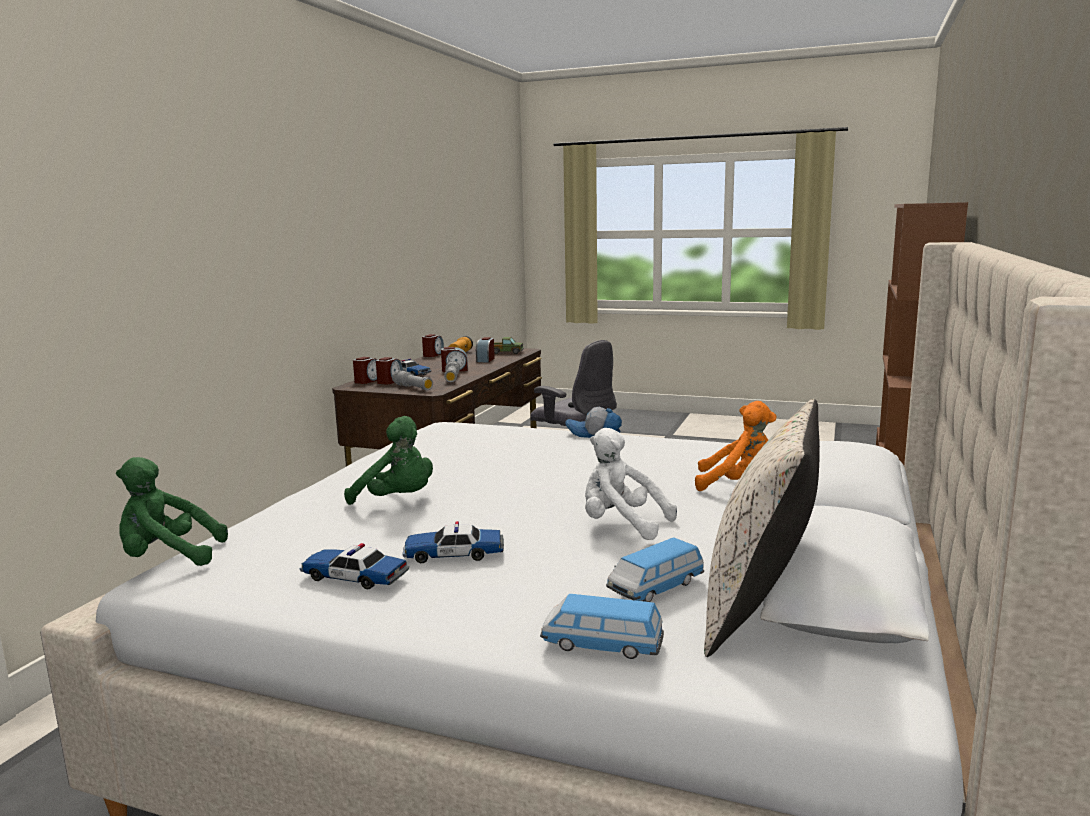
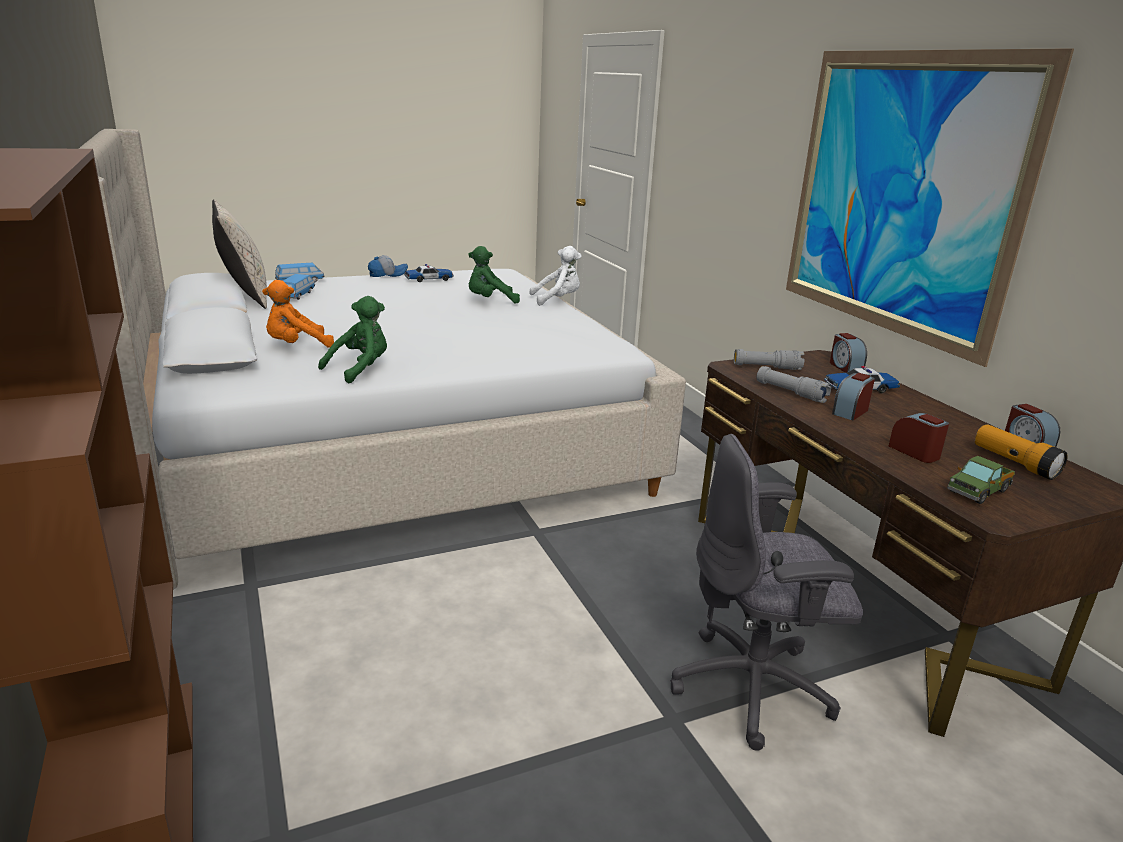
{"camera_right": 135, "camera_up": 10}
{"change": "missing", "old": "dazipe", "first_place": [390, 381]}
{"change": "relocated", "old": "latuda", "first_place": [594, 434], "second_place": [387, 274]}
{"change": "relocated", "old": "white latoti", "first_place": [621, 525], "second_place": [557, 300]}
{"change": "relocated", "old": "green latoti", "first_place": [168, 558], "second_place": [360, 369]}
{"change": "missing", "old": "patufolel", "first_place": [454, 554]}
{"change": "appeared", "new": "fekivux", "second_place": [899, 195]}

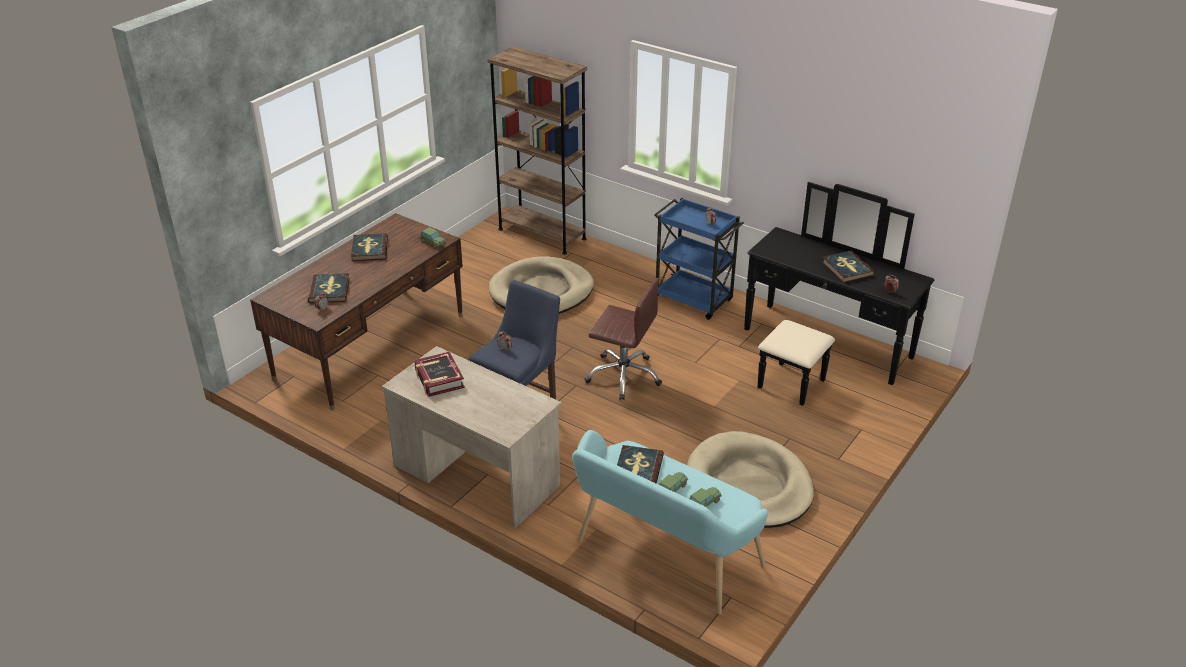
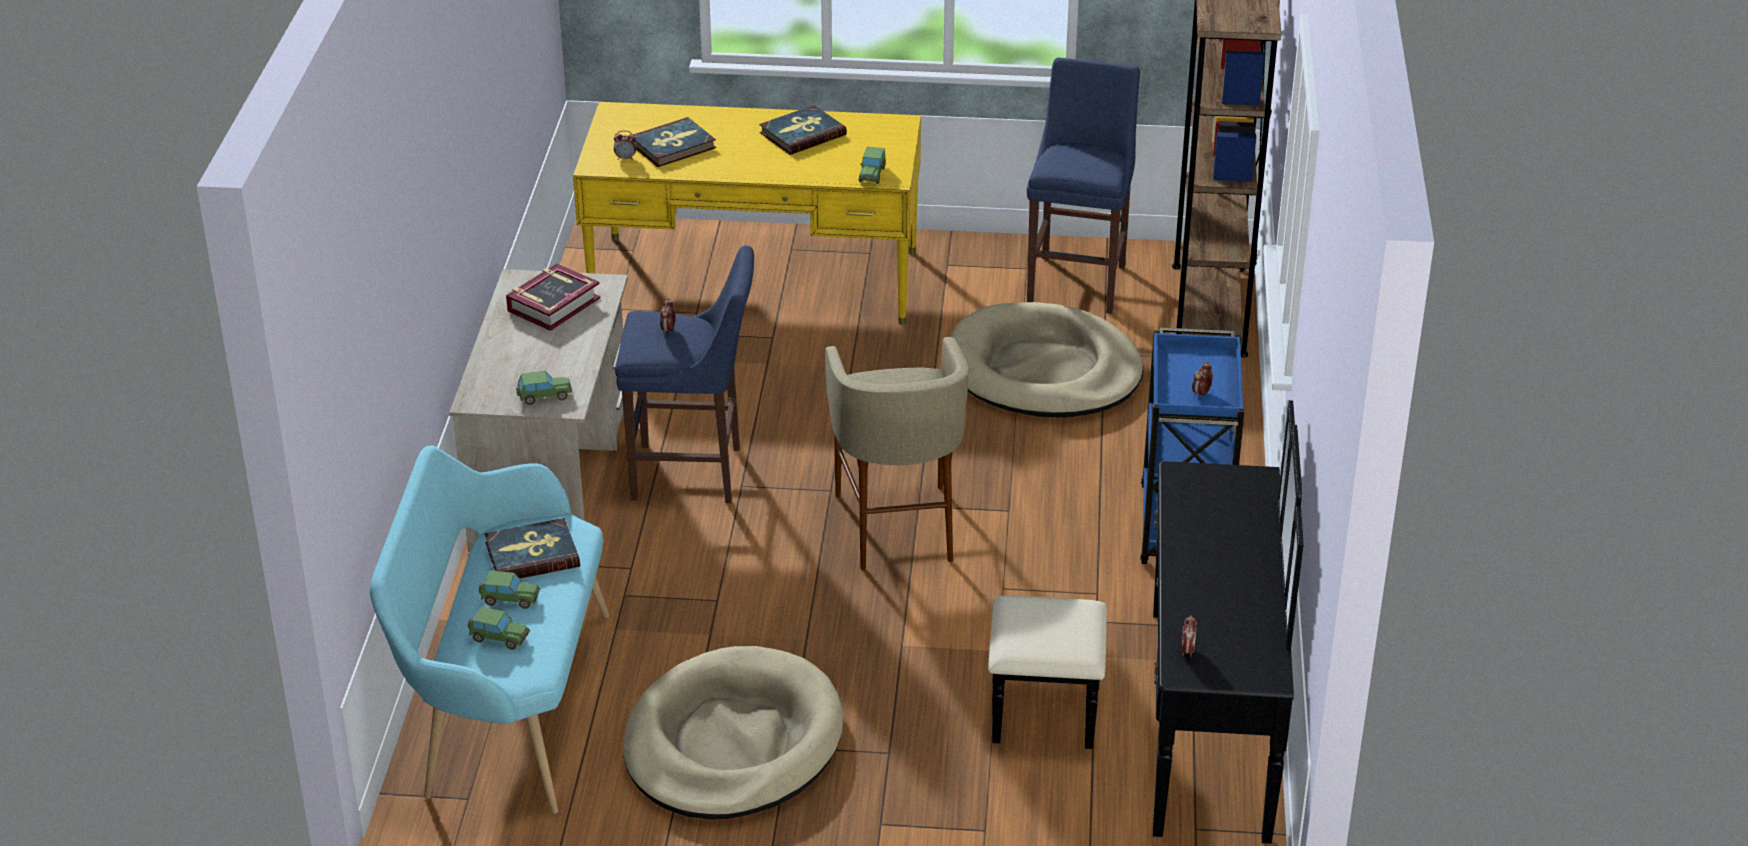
{"camera_right": 60, "camera_up": 0}
{"change": "colour", "old": "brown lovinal", "new": "yellow lovinal", "first_place": [370, 346], "second_place": [755, 279]}
{"change": "missing", "old": "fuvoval", "first_place": [847, 269]}
{"change": "exchanged", "old": "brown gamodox", "new": "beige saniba", "first_place": [624, 376], "second_place": [897, 528]}
{"change": "appeared", "new": "blue saniba", "second_place": [1078, 281]}
{"change": "appeared", "new": "patufolel", "second_place": [544, 396]}

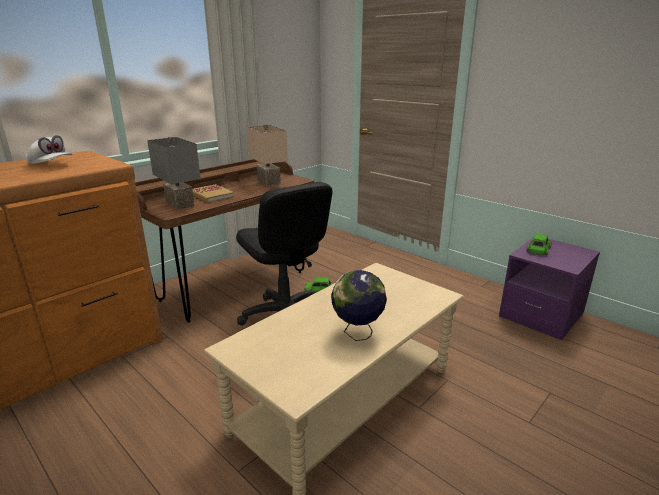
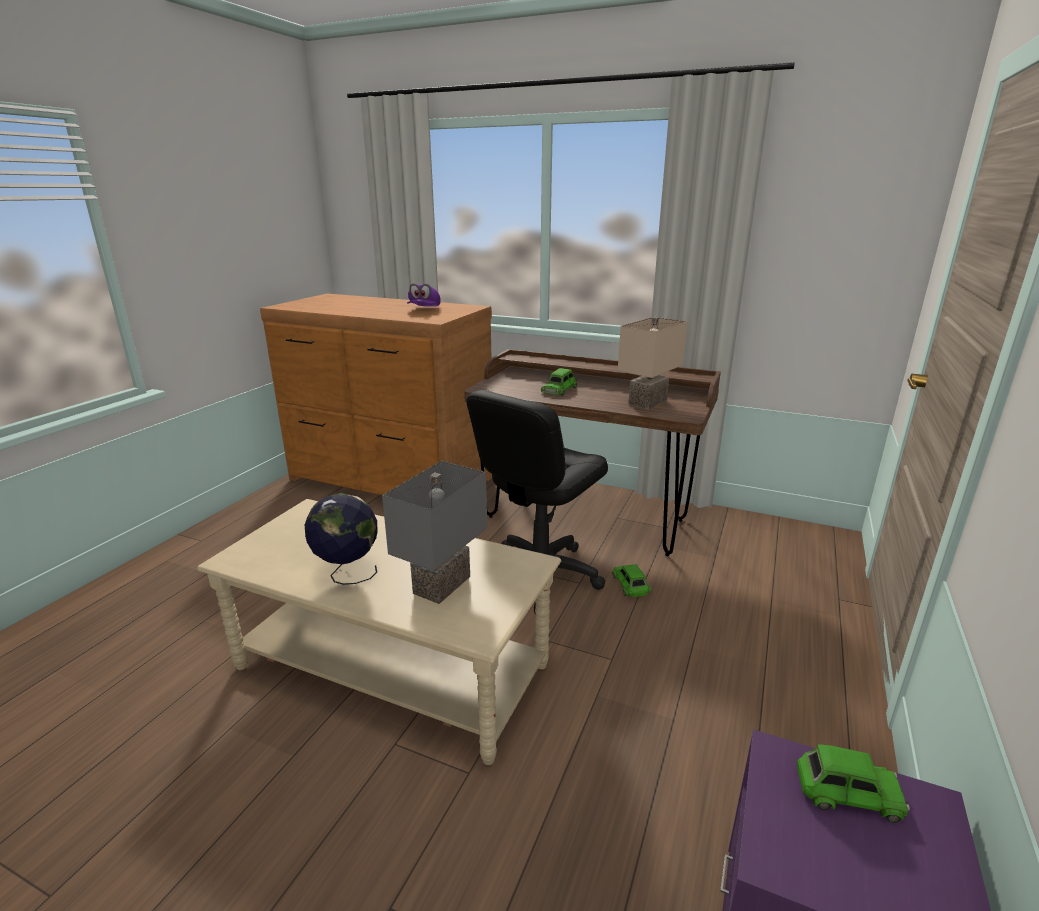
{"camera_right": 70, "camera_up": 0}
{"change": "colour", "old": "white latuda", "new": "purple latuda", "first_place": [51, 164], "second_place": [424, 309]}
{"change": "relocated", "old": "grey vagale", "first_place": [181, 204], "second_place": [444, 586]}
{"change": "exchanged", "old": "fuvoval", "new": "green patufolel", "first_place": [212, 195], "second_place": [559, 390]}

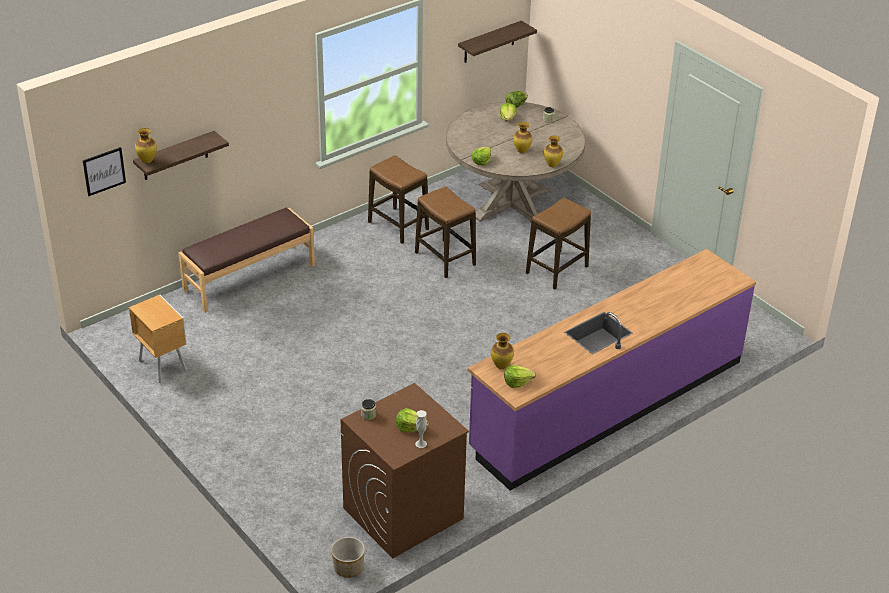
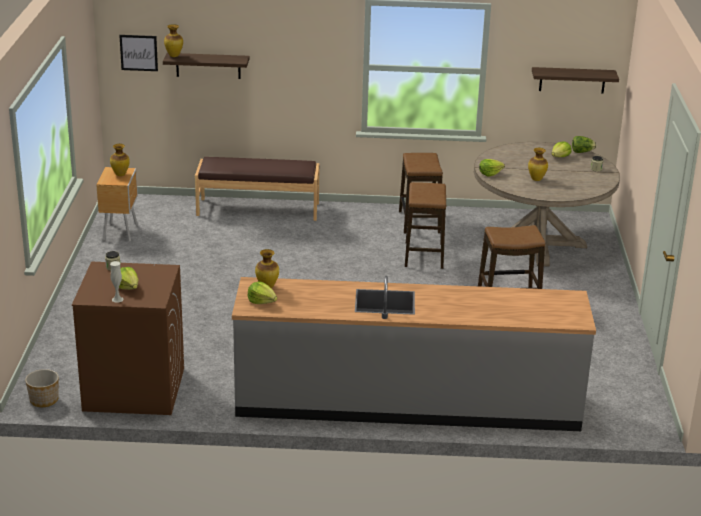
{"camera_right": 40, "camera_up": -10}
{"change": "relocated", "old": "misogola", "first_place": [552, 165], "second_place": [120, 174]}
{"change": "colour", "old": "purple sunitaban", "new": "grey sunitaban", "first_place": [608, 405], "second_place": [407, 402]}

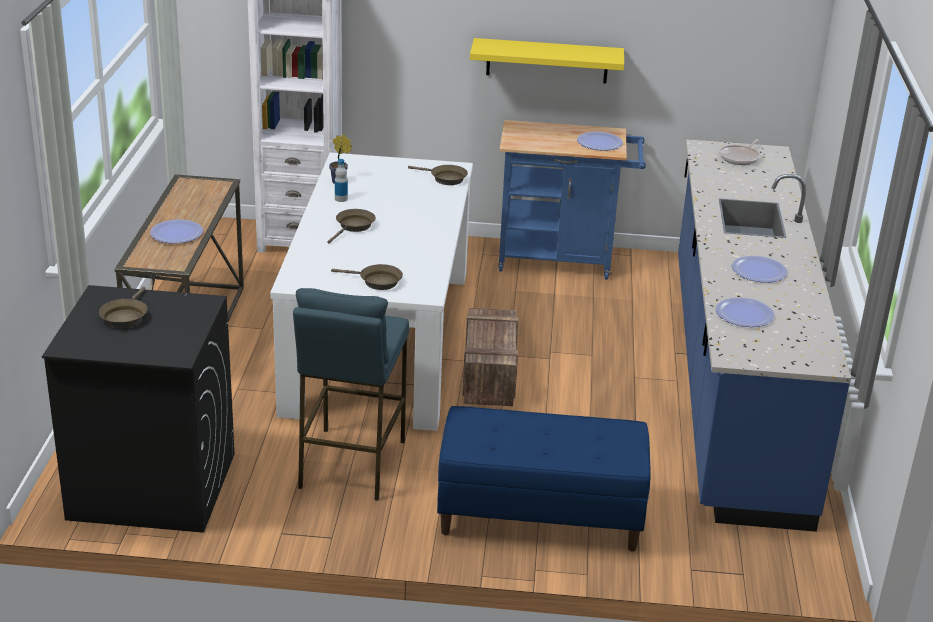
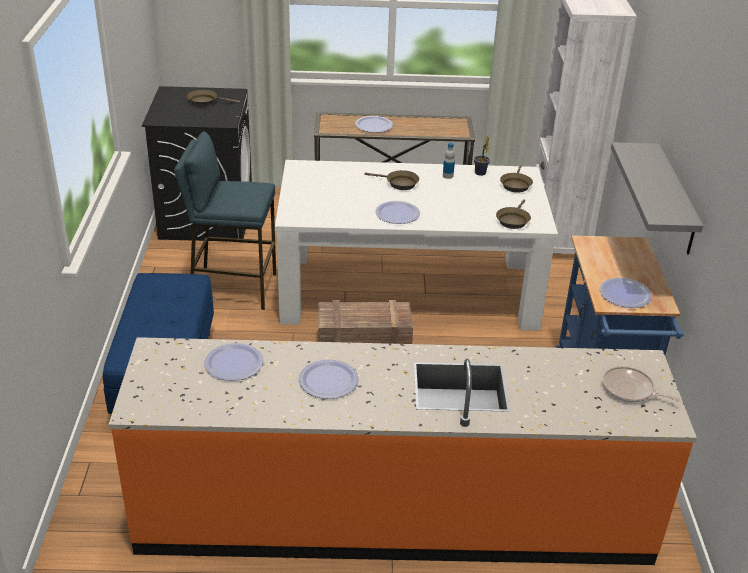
{"camera_right": 85, "camera_up": 5}
{"change": "colour", "old": "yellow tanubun", "new": "grey tanubun", "first_place": [547, 61], "second_place": [675, 200]}
{"change": "colour", "old": "blue sunitaban", "new": "orange sunitaban", "first_place": [733, 381], "second_place": [394, 513]}
{"change": "relocated", "old": "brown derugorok", "first_place": [377, 281], "second_place": [515, 185]}
{"change": "appeared", "new": "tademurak", "second_place": [397, 213]}

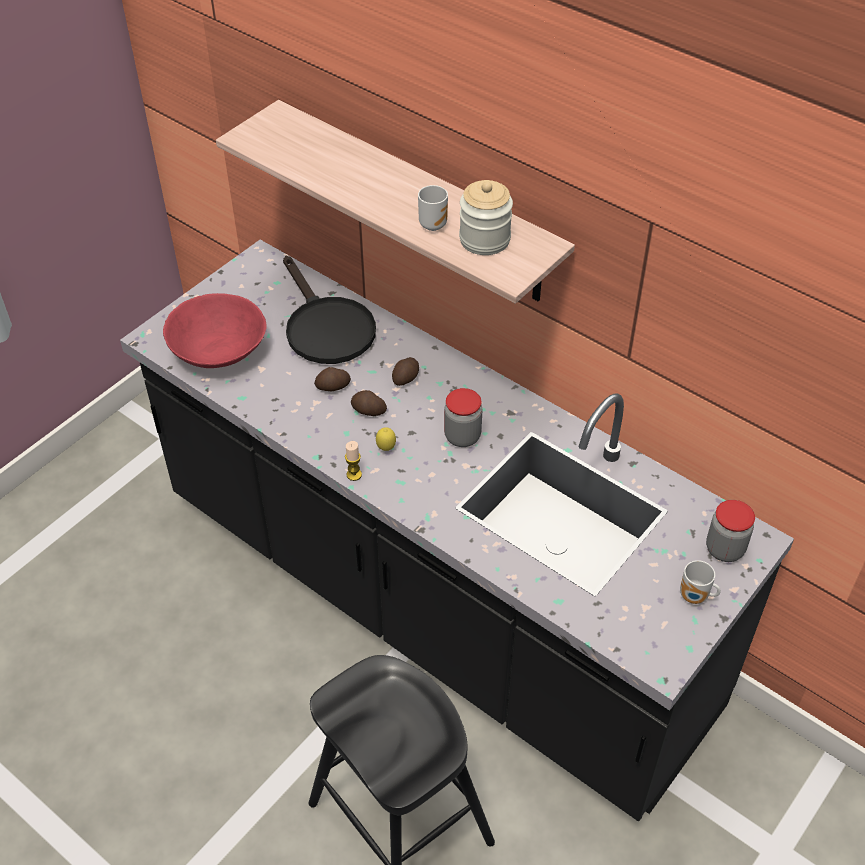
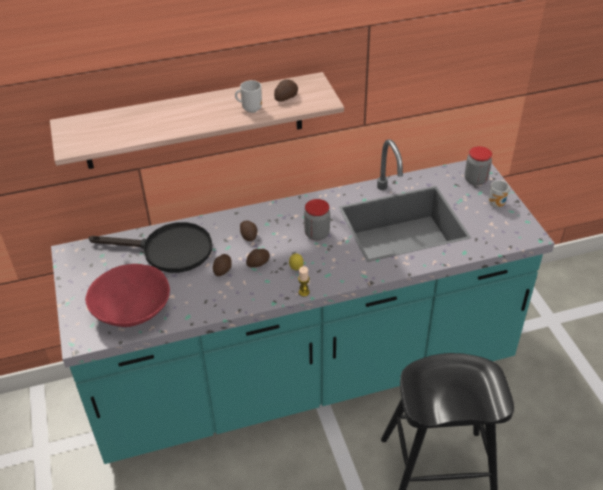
{"camera_right": -55, "camera_up": -5}
{"change": "exchanged", "old": "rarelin", "new": "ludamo", "first_place": [484, 239], "second_place": [285, 97]}
{"change": "colour", "old": "black sunitaban", "new": "turquoise sunitaban", "first_place": [433, 604], "second_place": [304, 377]}

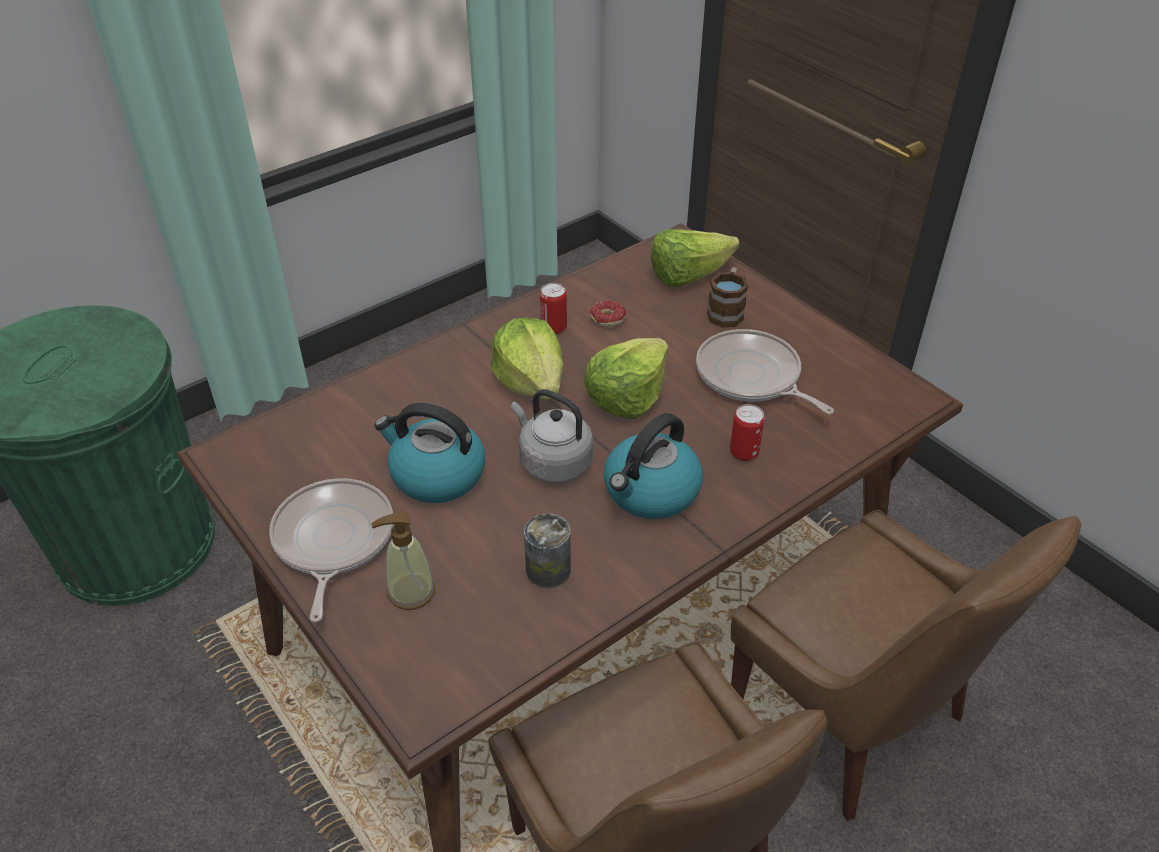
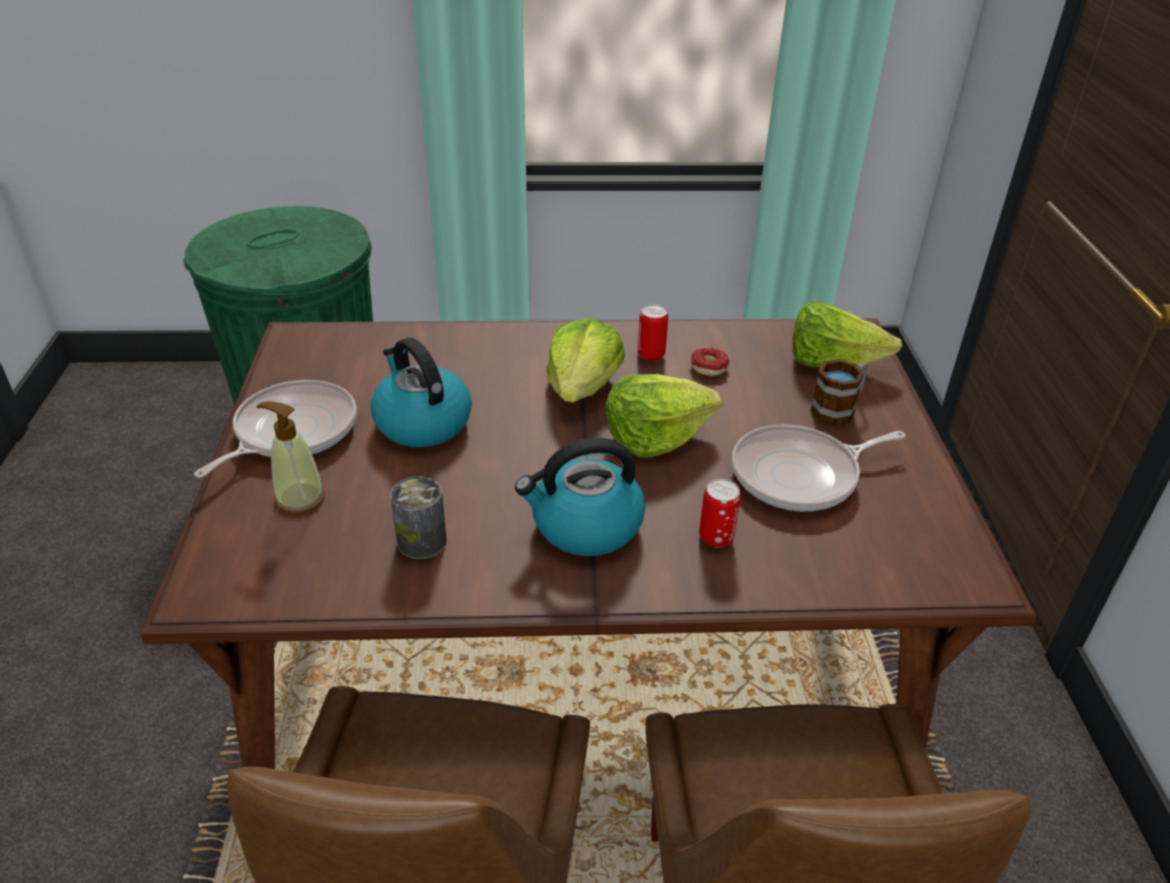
{"camera_right": 35, "camera_up": -5}
{"change": "spun", "old": "derugorok", "first_place": [751, 377], "second_place": [800, 476], "degrees": -105}
{"change": "missing", "old": "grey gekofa", "first_place": [552, 462]}

